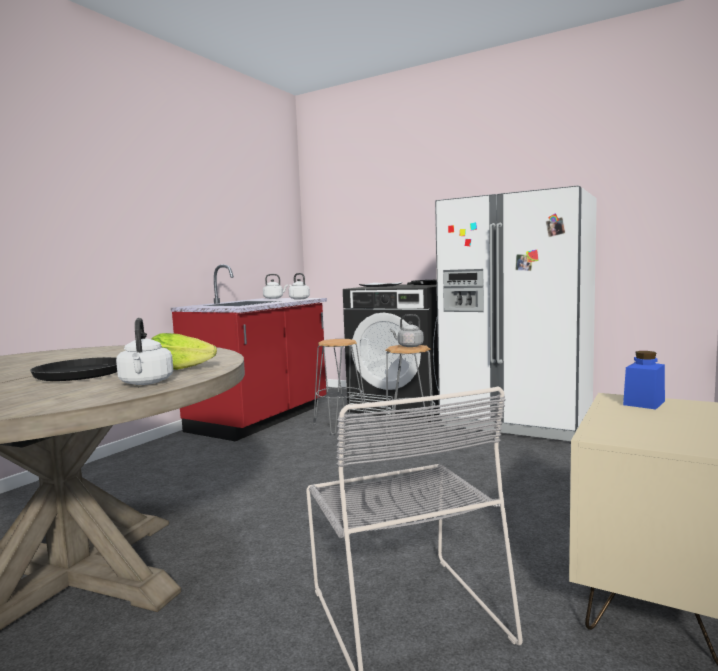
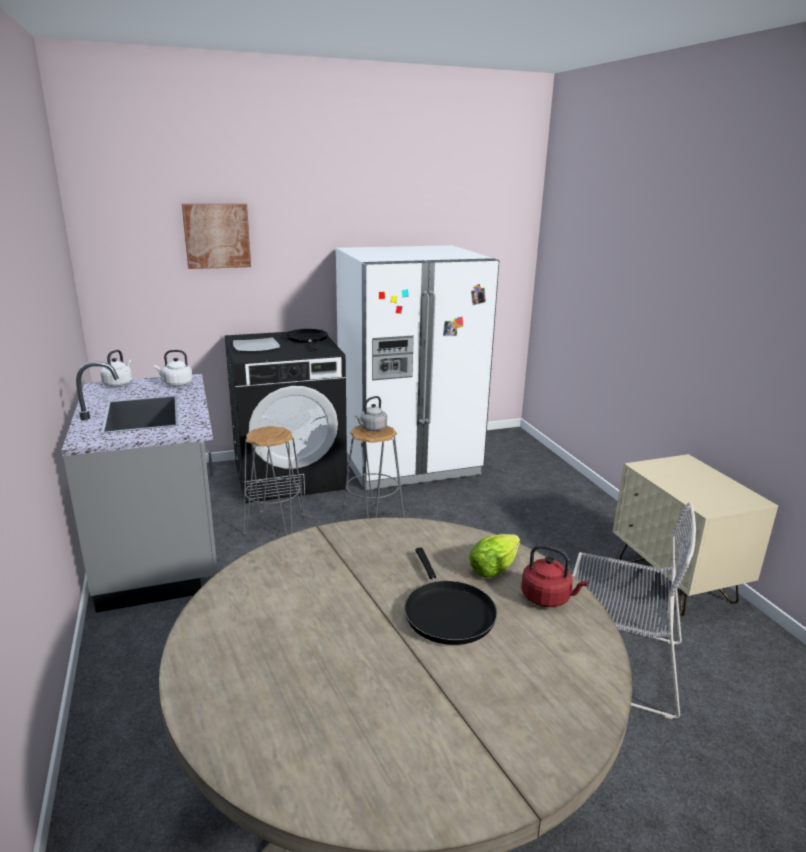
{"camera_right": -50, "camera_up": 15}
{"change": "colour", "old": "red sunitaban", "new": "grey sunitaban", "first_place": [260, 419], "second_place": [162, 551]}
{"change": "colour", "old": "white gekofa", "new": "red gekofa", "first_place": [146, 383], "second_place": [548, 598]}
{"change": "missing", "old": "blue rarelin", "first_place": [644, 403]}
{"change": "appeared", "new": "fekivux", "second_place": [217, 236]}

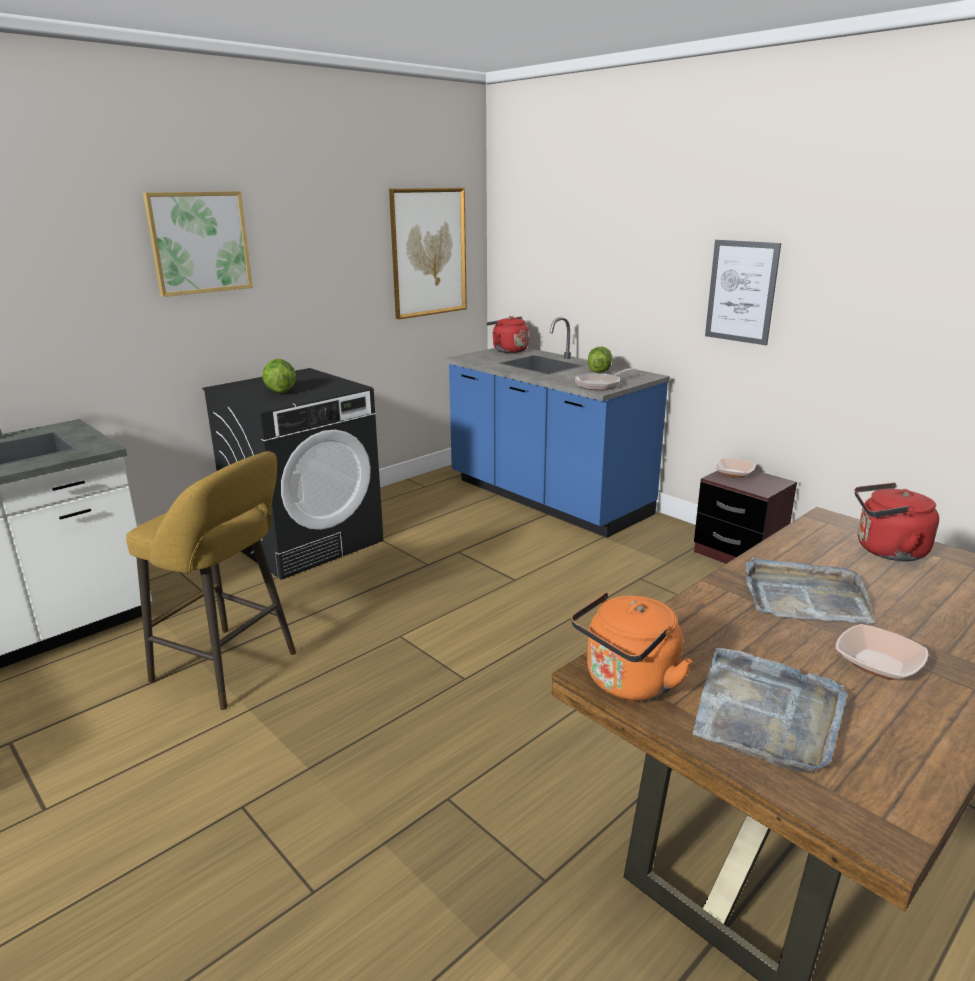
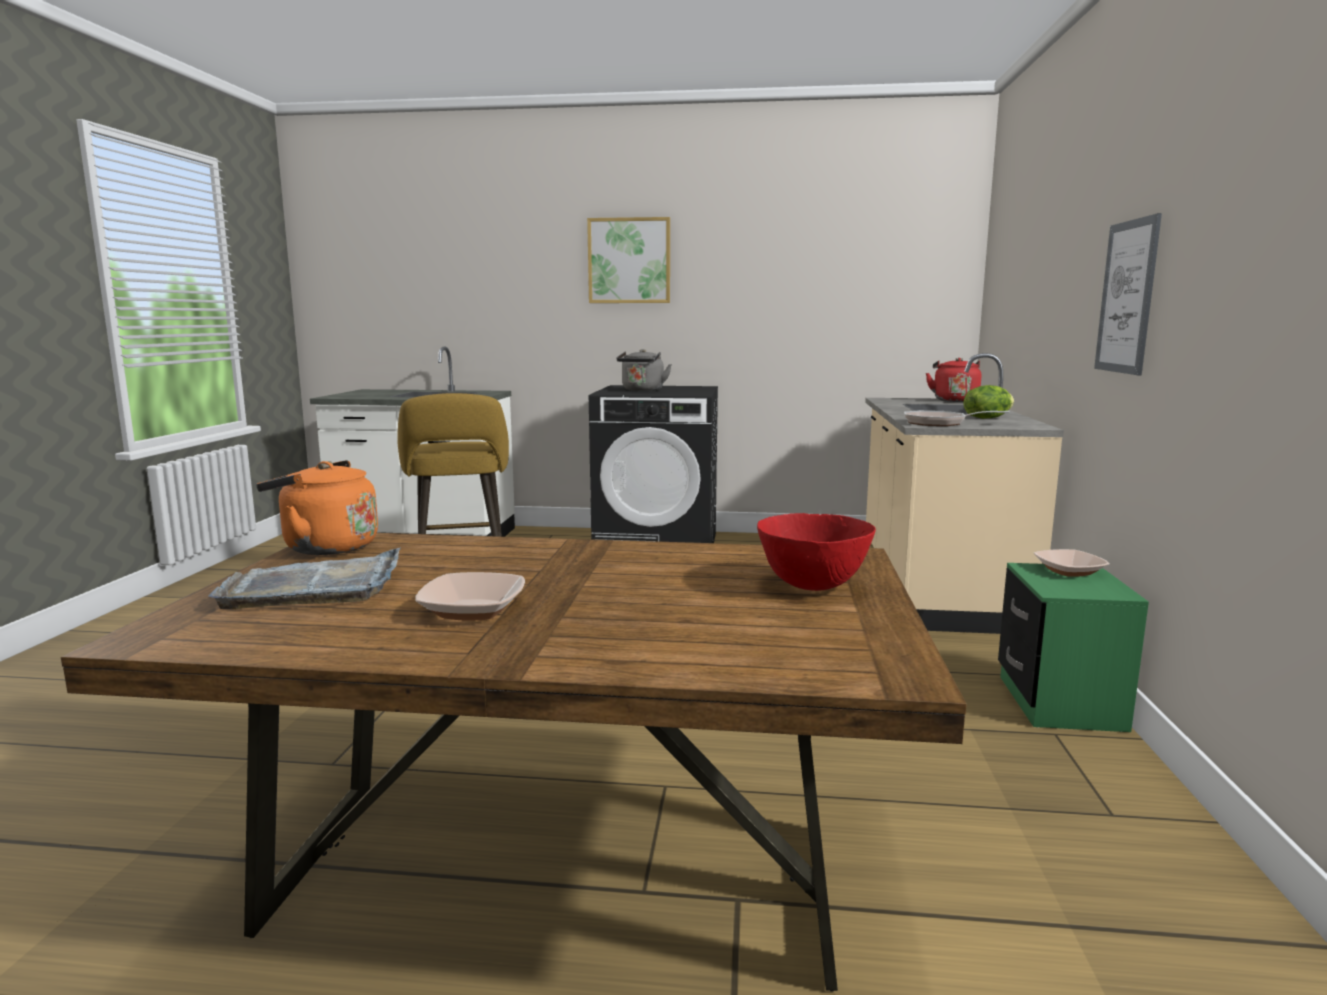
{"camera_right": 50, "camera_up": -10}
{"change": "missing", "old": "fekivux", "first_place": [428, 252]}
{"change": "colour", "old": "blue sunitaban", "new": "beige sunitaban", "first_place": [547, 498], "second_place": [934, 584]}
{"change": "exchanged", "old": "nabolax", "new": "grey gekofa", "first_place": [280, 391], "second_place": [642, 390]}
{"change": "colour", "old": "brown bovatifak", "new": "green bovatifak", "first_place": [738, 555], "second_place": [1059, 703]}
{"change": "exchanged", "old": "red gekofa", "new": "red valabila", "first_place": [886, 550], "second_place": [812, 586]}
{"change": "missing", "old": "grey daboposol", "first_place": [803, 596]}

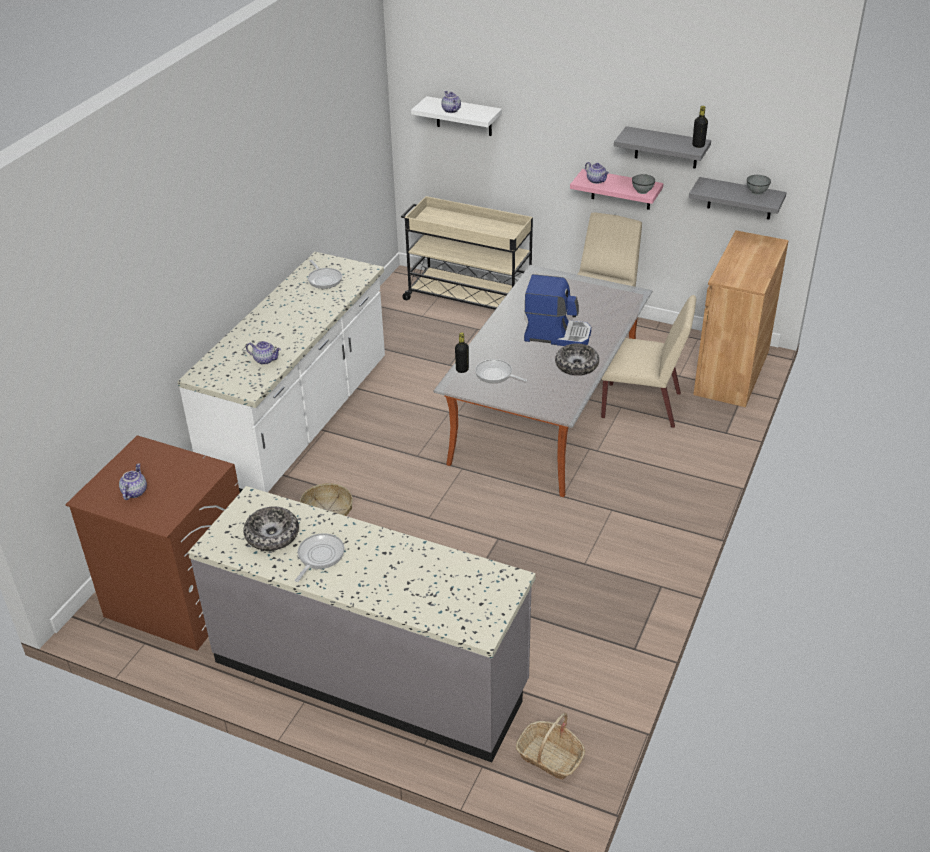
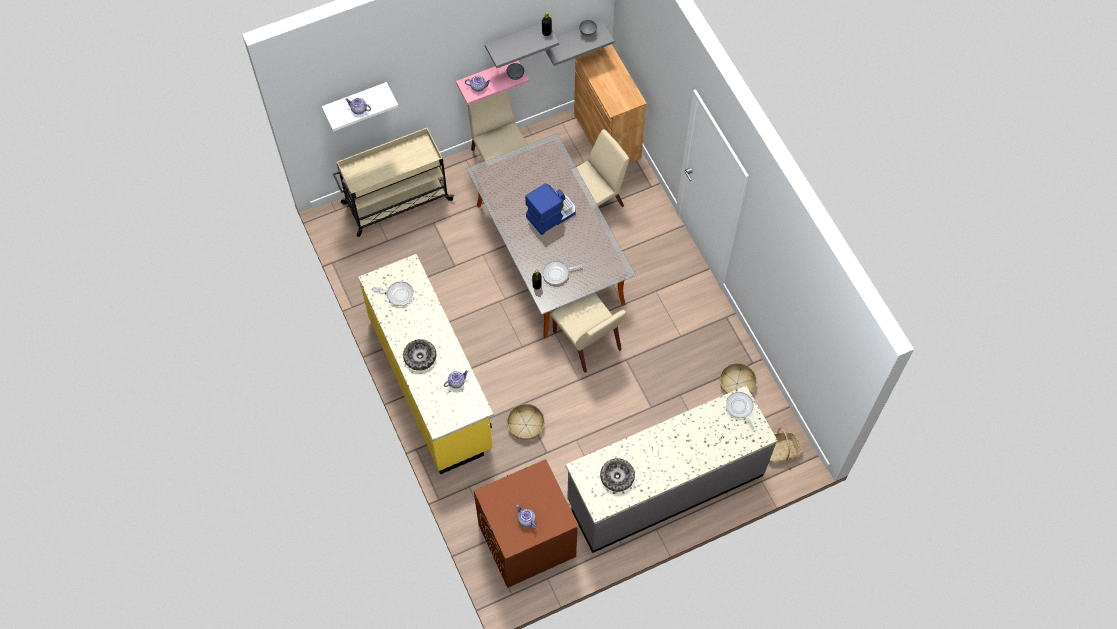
{"camera_right": -50, "camera_up": 25}
{"change": "colour", "old": "white sunitaban", "new": "yellow sunitaban", "first_place": [301, 423], "second_place": [431, 384]}
{"change": "relocated", "old": "valabila", "first_place": [576, 365], "second_place": [420, 357]}
{"change": "relocated", "old": "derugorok", "first_place": [319, 556], "second_place": [740, 408]}
{"change": "appeared", "new": "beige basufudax", "second_place": [587, 341]}
{"change": "appeared", "new": "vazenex", "second_place": [737, 383]}

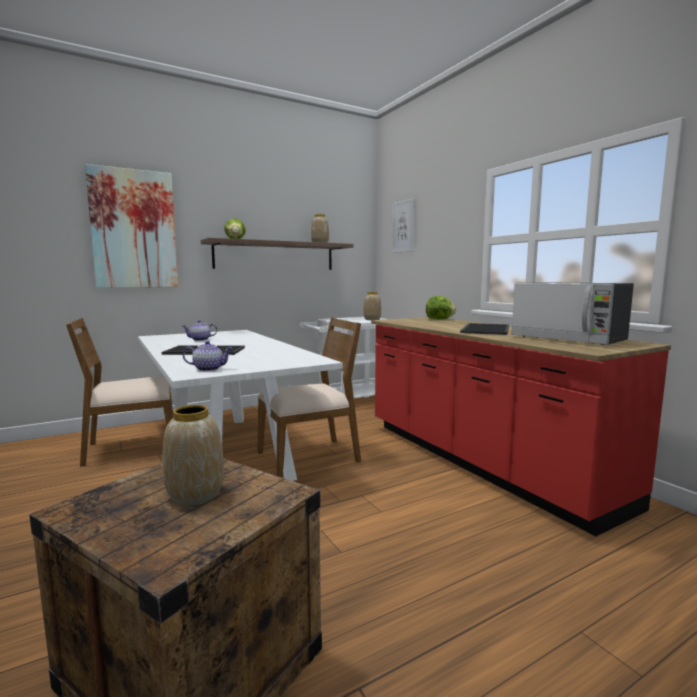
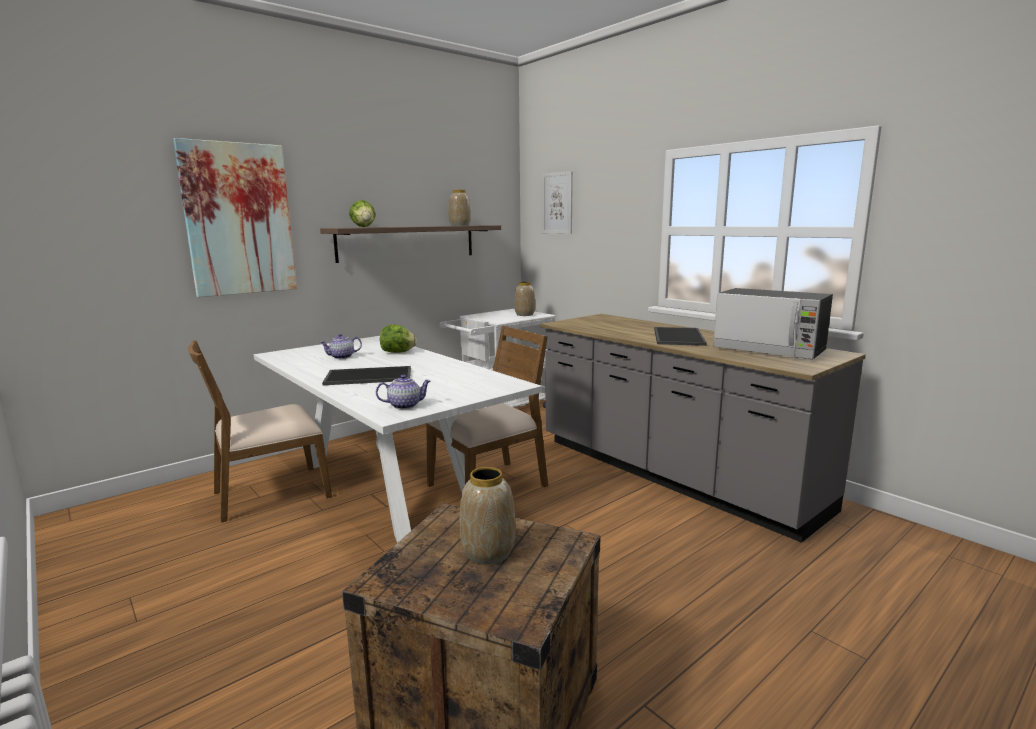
{"camera_right": -10, "camera_up": 5}
{"change": "relocated", "old": "nabolax", "first_place": [439, 319], "second_place": [398, 352]}
{"change": "colour", "old": "red sunitaban", "new": "grey sunitaban", "first_place": [481, 461], "second_place": [672, 474]}

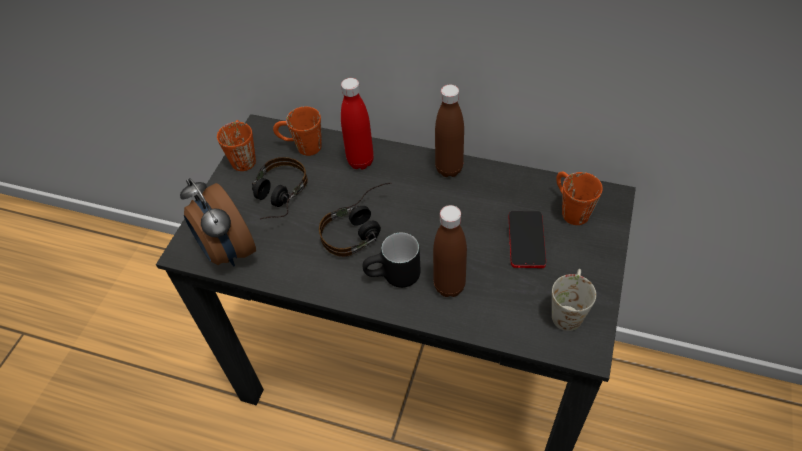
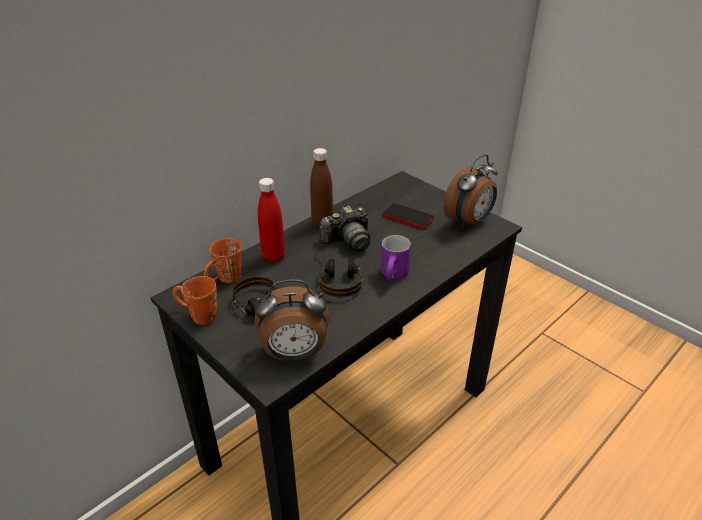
{"camera_right": -65, "camera_up": -15}
{"change": "missing", "old": "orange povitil", "first_place": [569, 208]}
{"change": "missing", "old": "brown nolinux", "first_place": [449, 286]}
{"change": "colour", "old": "black povitil", "new": "purple povitil", "first_place": [394, 278], "second_place": [395, 277]}
{"change": "exchanged", "old": "white povitil", "new": "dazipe", "first_place": [568, 309], "second_place": [469, 222]}
{"change": "appeared", "new": "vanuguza", "second_place": [348, 241]}

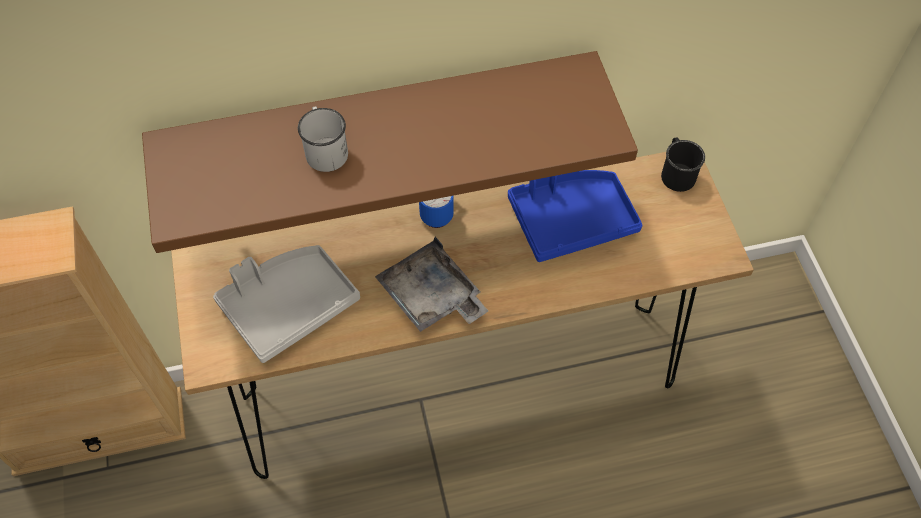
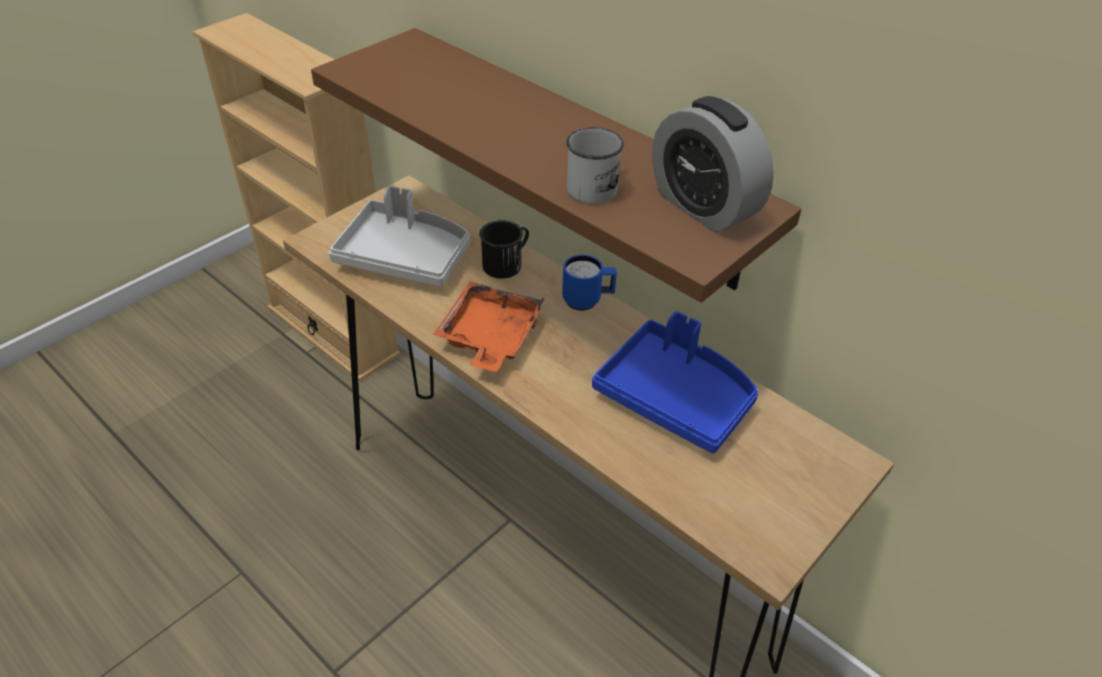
{"camera_right": 55, "camera_up": -15}
{"change": "relocated", "old": "white povitil", "first_place": [325, 149], "second_place": [597, 186]}
{"change": "relocated", "old": "black povitil", "first_place": [676, 173], "second_place": [507, 264]}
{"change": "colour", "old": "grey daboposol", "new": "orange daboposol", "first_place": [431, 297], "second_place": [489, 337]}
{"change": "appeared", "new": "dazipe", "second_place": [703, 207]}

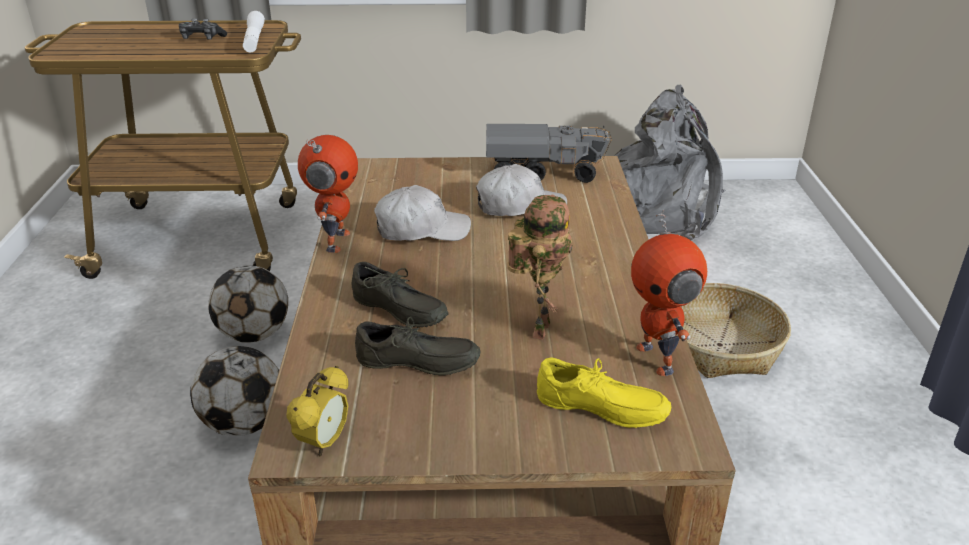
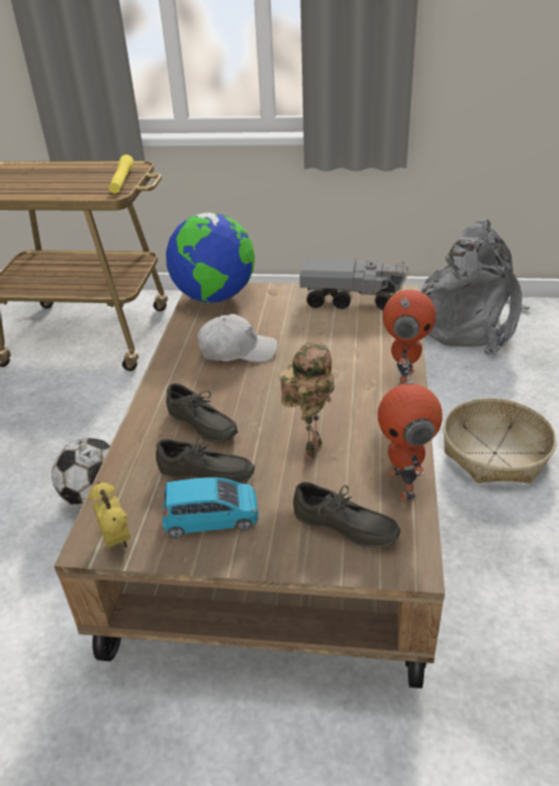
{"camera_right": 10, "camera_up": 5}
{"change": "colour", "old": "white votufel", "new": "yellow votufel", "first_place": [254, 40], "second_place": [122, 181]}
{"change": "missing", "old": "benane", "first_place": [202, 38]}
{"change": "relocated", "old": "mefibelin", "first_place": [335, 241], "second_place": [403, 378]}
{"change": "missing", "old": "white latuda", "first_place": [520, 207]}
{"change": "missing", "old": "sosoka", "first_place": [254, 335]}
{"change": "colour", "old": "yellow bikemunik", "new": "grey bikemunik", "first_place": [600, 411], "second_place": [343, 529]}
{"change": "spun", "old": "dazipe", "first_place": [324, 443], "second_place": [117, 540], "degrees": -60}
{"change": "appeared", "new": "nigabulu", "second_place": [215, 297]}
{"change": "appeared", "new": "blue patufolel", "second_place": [211, 519]}

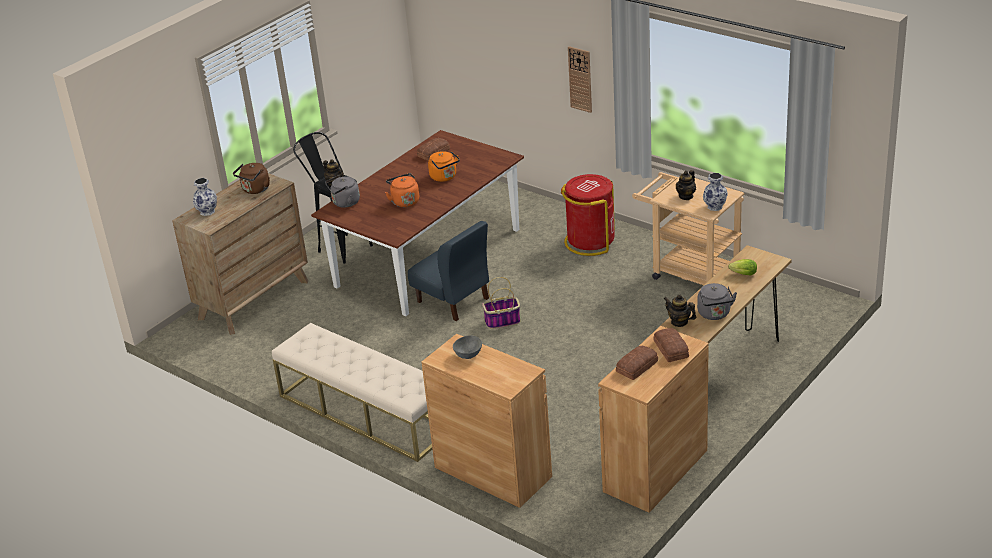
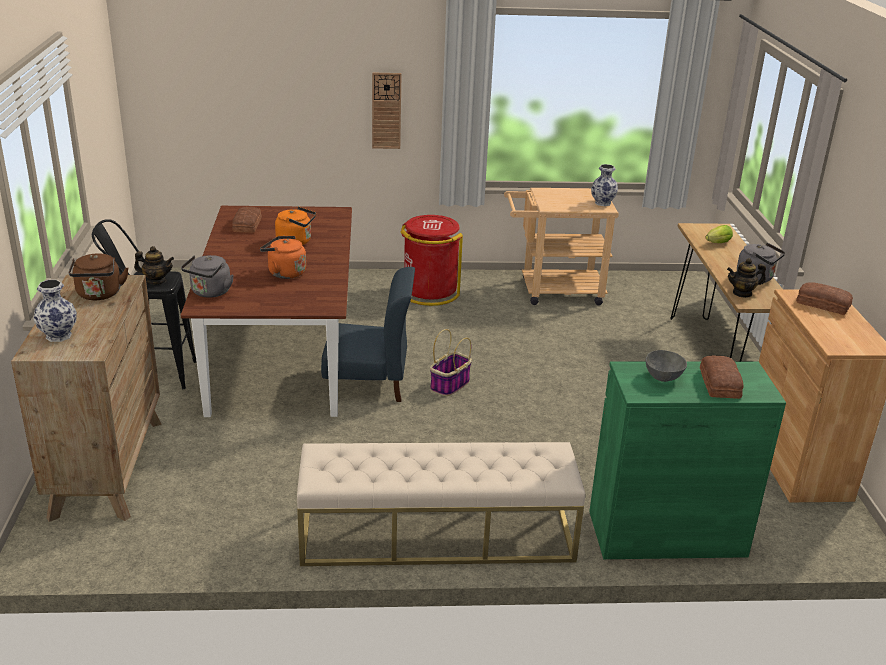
{"camera_right": -45, "camera_up": -5}
{"change": "missing", "old": "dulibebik", "first_place": [686, 196]}
{"change": "colour", "old": "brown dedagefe", "new": "green dedagefe", "first_place": [493, 472], "second_place": [666, 534]}
{"change": "relocated", "old": "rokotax", "first_place": [638, 367], "second_place": [720, 383]}

